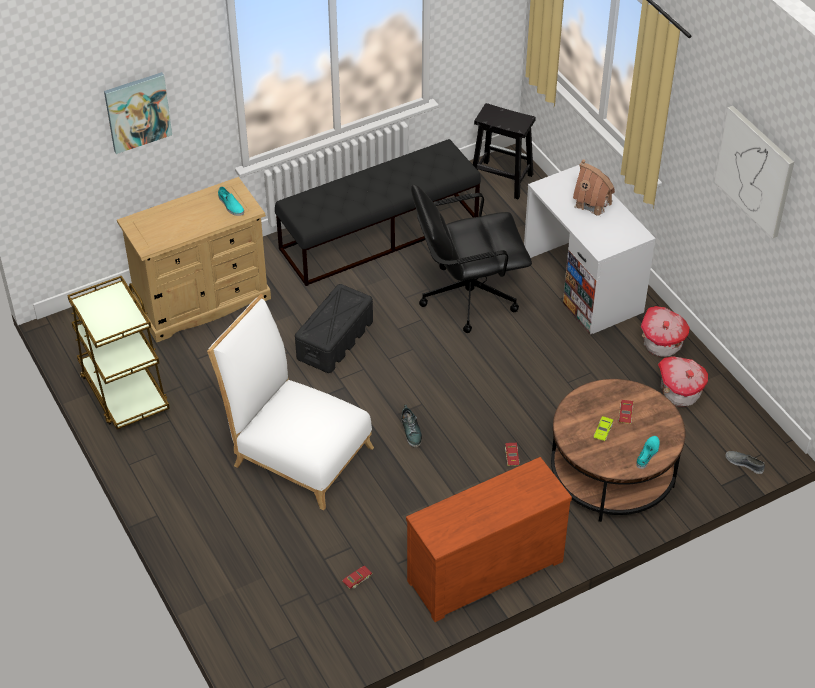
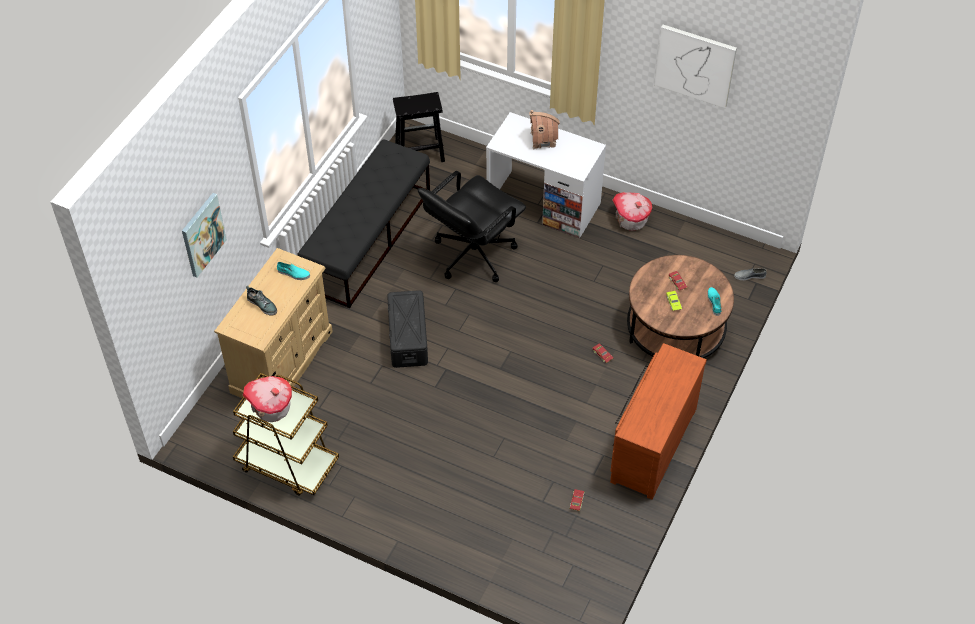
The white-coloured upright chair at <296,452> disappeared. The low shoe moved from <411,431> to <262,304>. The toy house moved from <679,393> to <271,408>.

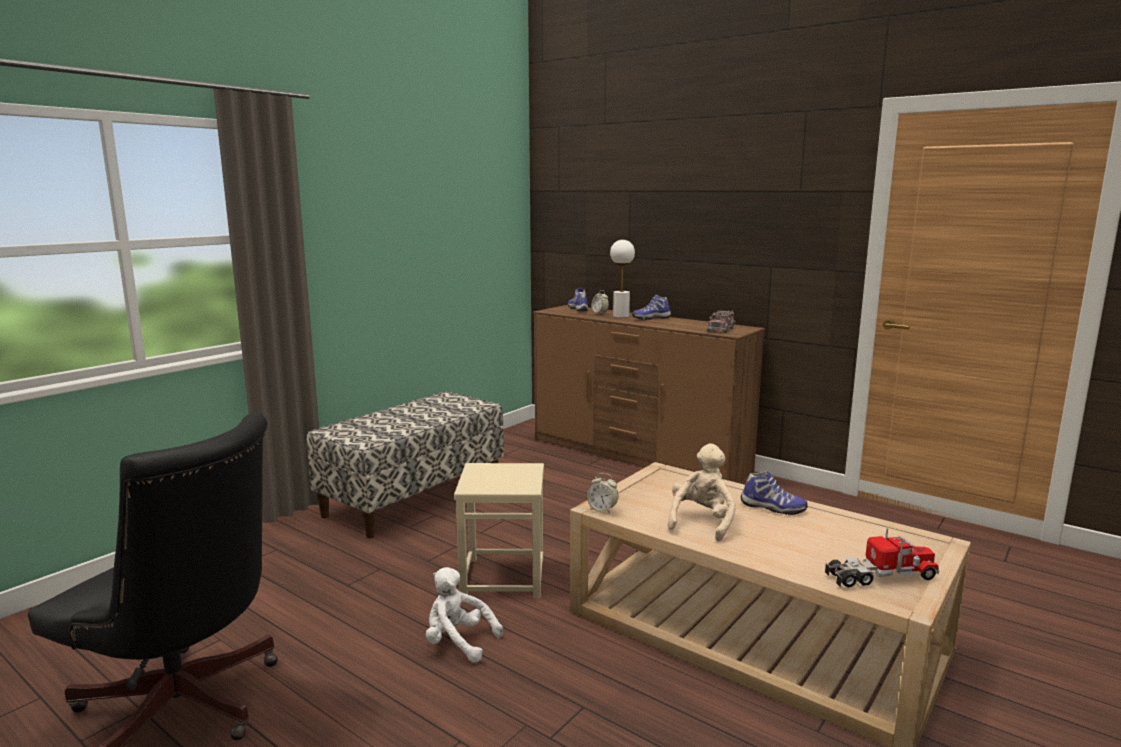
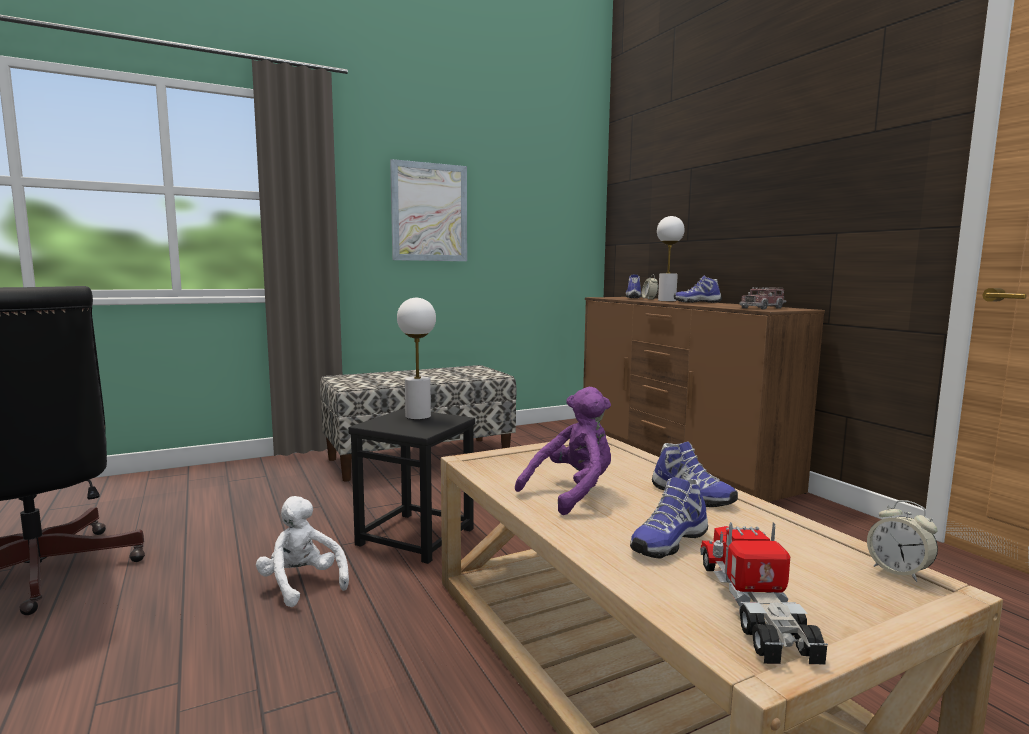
The beige-coloured stool seat at <503,577> became the black-coloured stool seat at <416,536>. The alarm clock moved from <602,509> to <898,571>. The beige-coloured plush toy at <702,522> became the purple plush toy at <572,493>. The toy lorry at <880,576> turned 105 degrees counterclockwise. The picture at <429,212> appeared. The white-coloured lamp for a table at <417,416> appeared. The low shoe at <667,542> appeared.

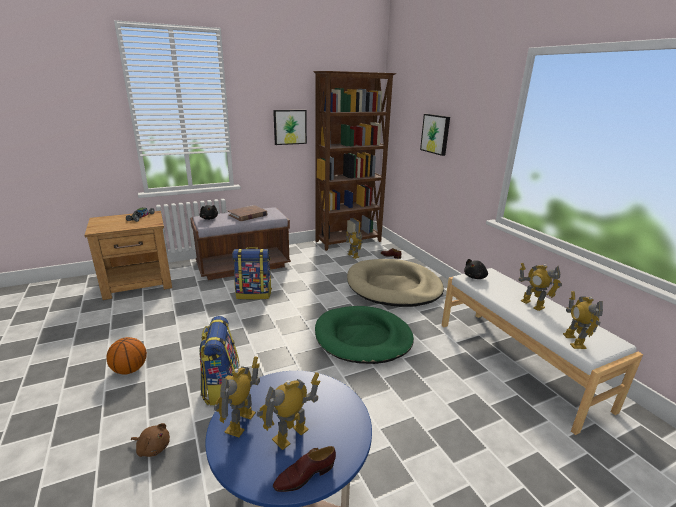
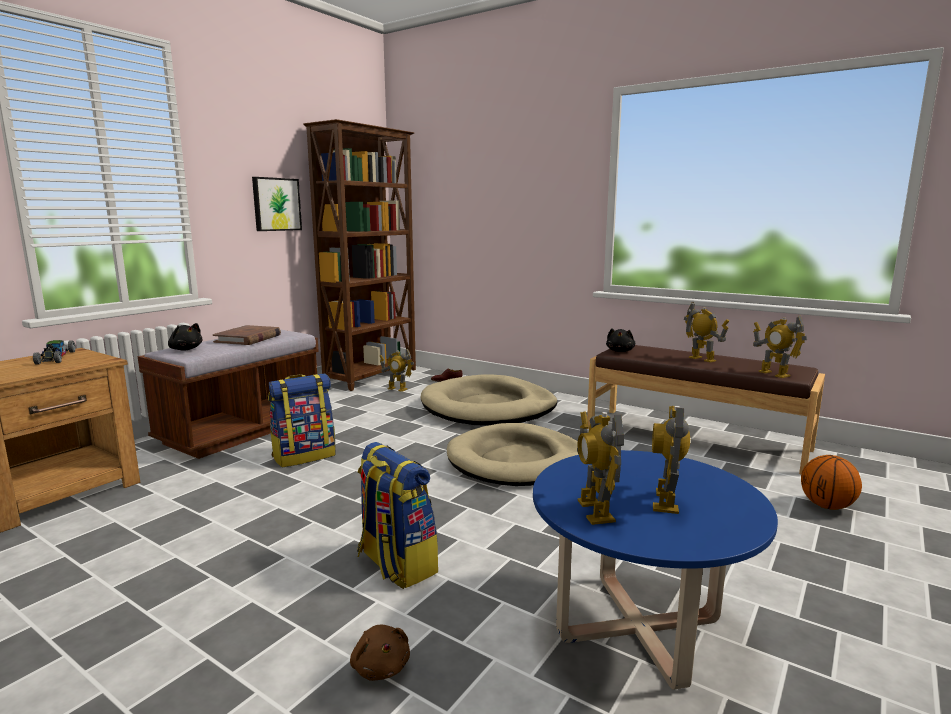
The basketball moved from <130,369> to <826,506>. The brownish plush toy at <153,447> turned 75 degrees clockwise. The brownish low shoe at <304,475> disappeared. The green-coloured pet bed at <363,338> became the beige-coloured pet bed at <517,461>. The picture at <435,134> disappeared. The white-coloured long seat at <518,362> became the brownish long seat at <695,438>. The robot figure at <532,304> turned 150 degrees counterclockwise.

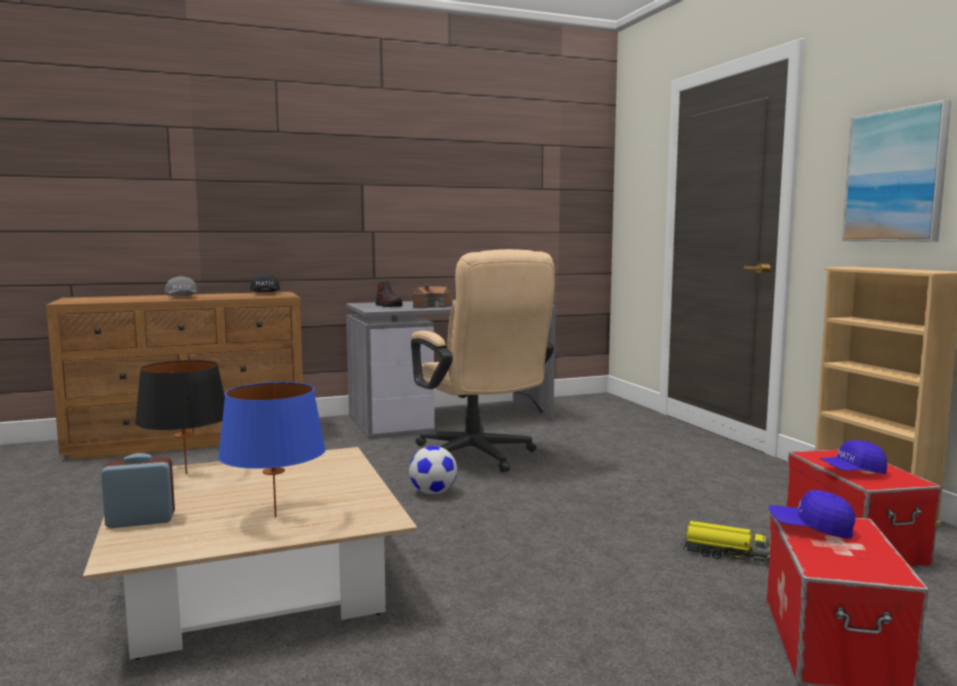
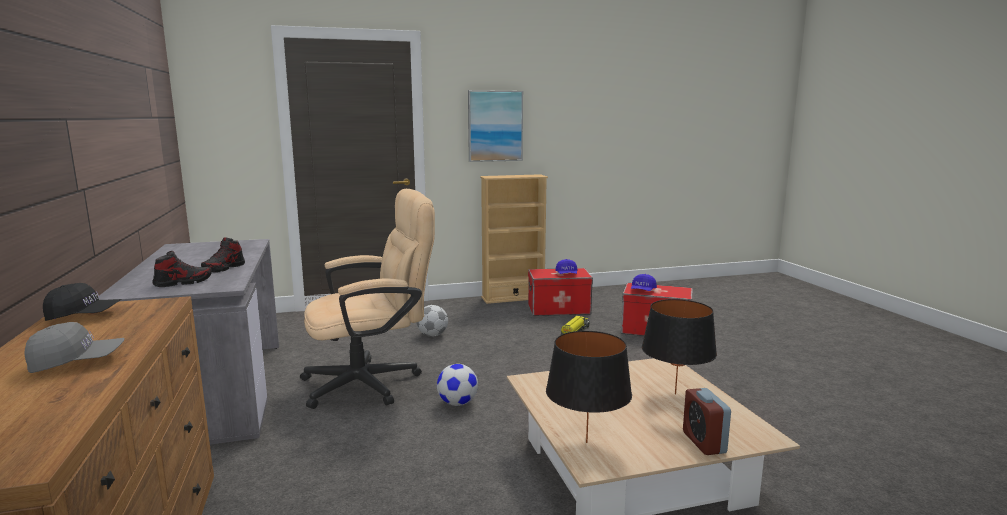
The bluish lamp for a table at <275,517> became the black-coloured lamp for a table at <675,394>. The toy house at <432,306> was replaced by the low shoe at <224,268>. The football ball at <432,335> appeared.

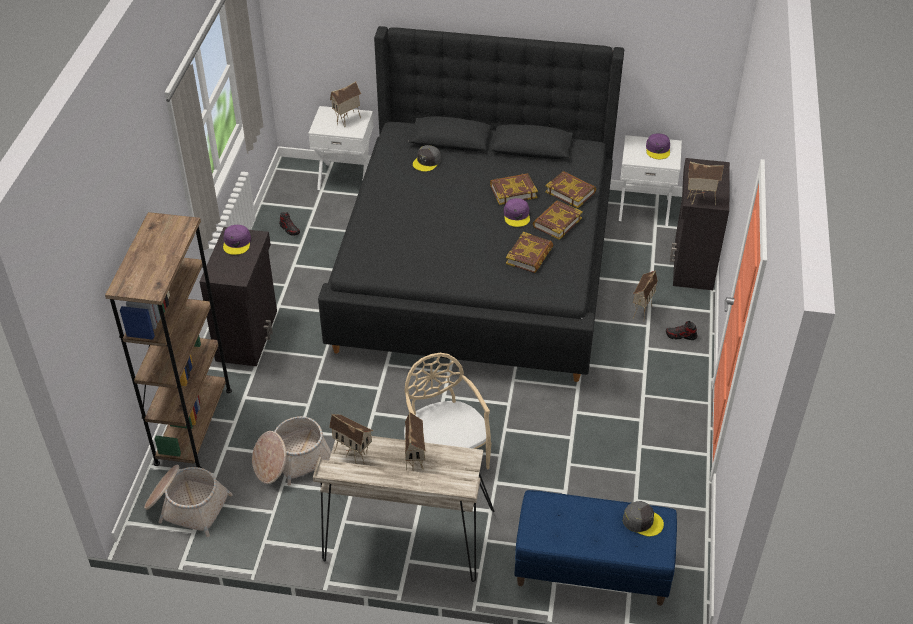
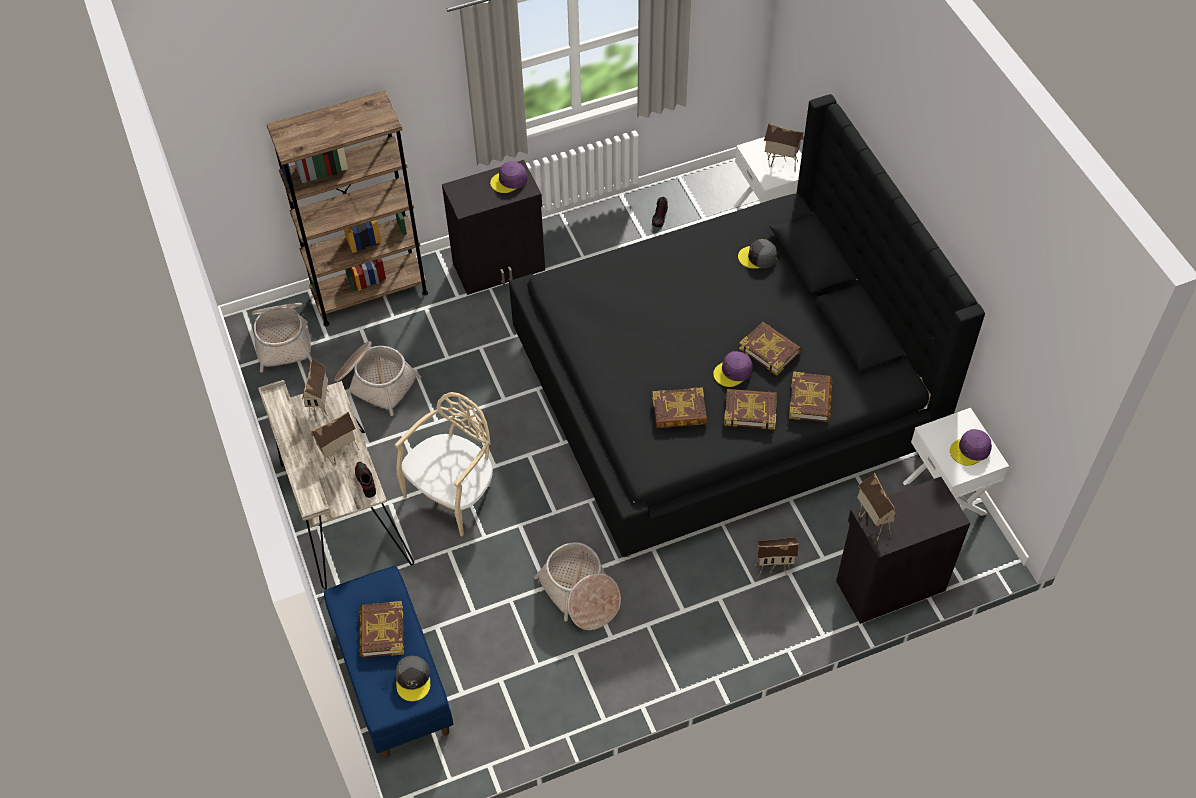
The low shoe moved from <681,336> to <366,482>. The book at <381,632> appeared. The storage basket at <580,593> appeared.

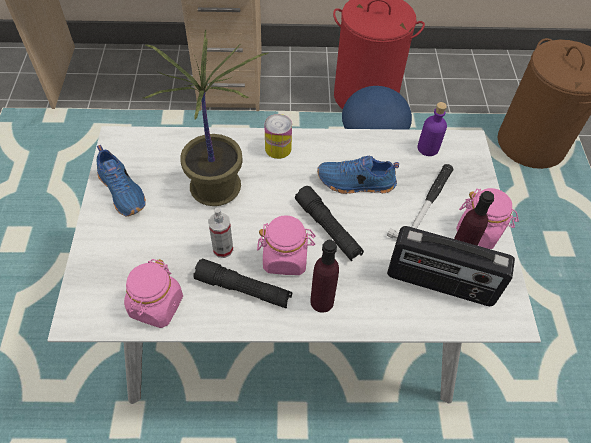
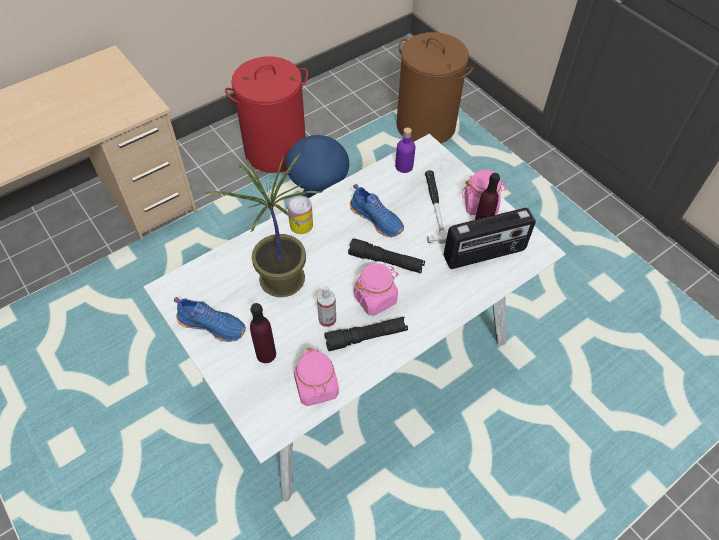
The purple bottle moved from <322,301> to <266,354>. The bluish low shoe at <355,183> turned 105 degrees counterclockwise.

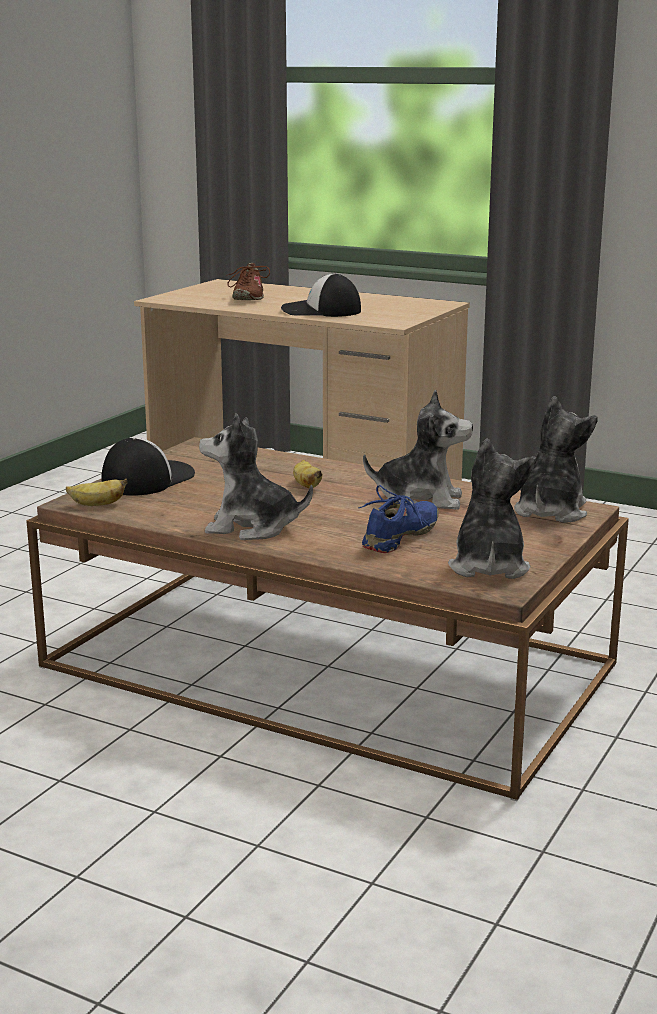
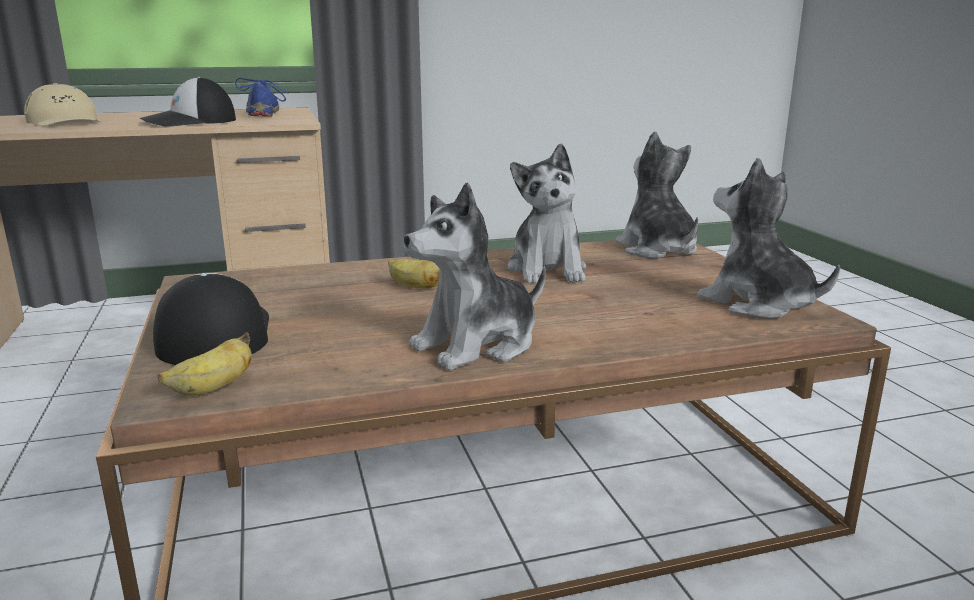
The brownish low shoe at <248,297> was replaced by the beige-coloured peaked cap at <65,122>. The bluish low shoe moved from <401,537> to <264,114>. The plush toy at <420,500> turned 120 degrees clockwise.

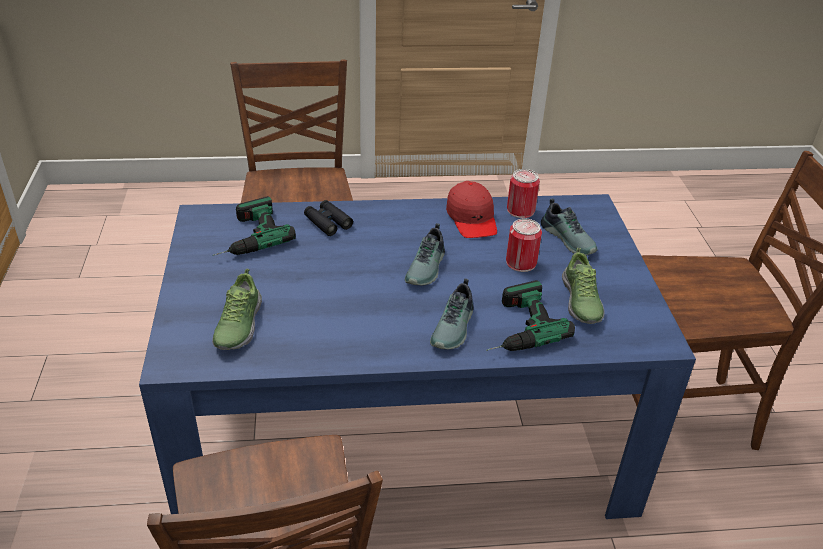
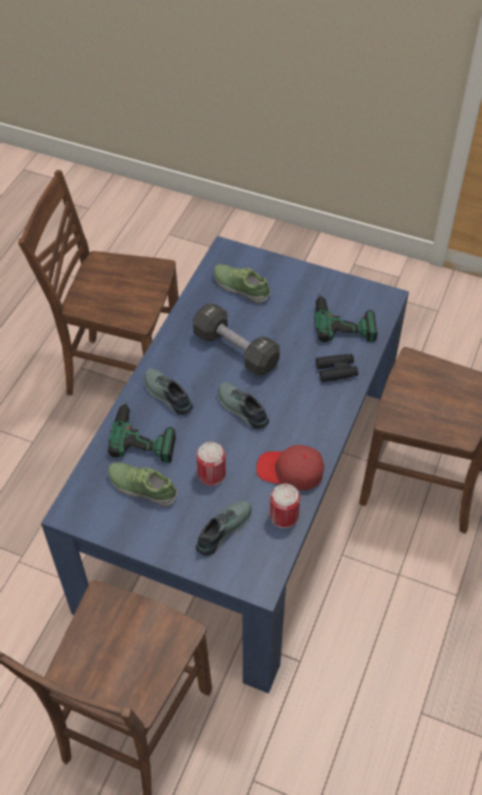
The low shoe at <569,238> turned 135 degrees clockwise. The black-coloured free weight at <236,350> appeared.

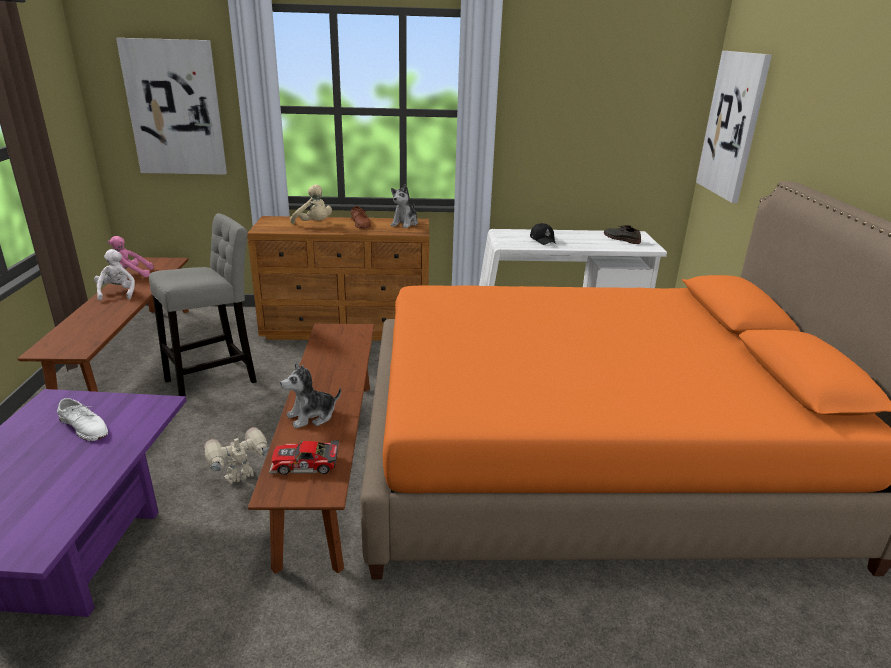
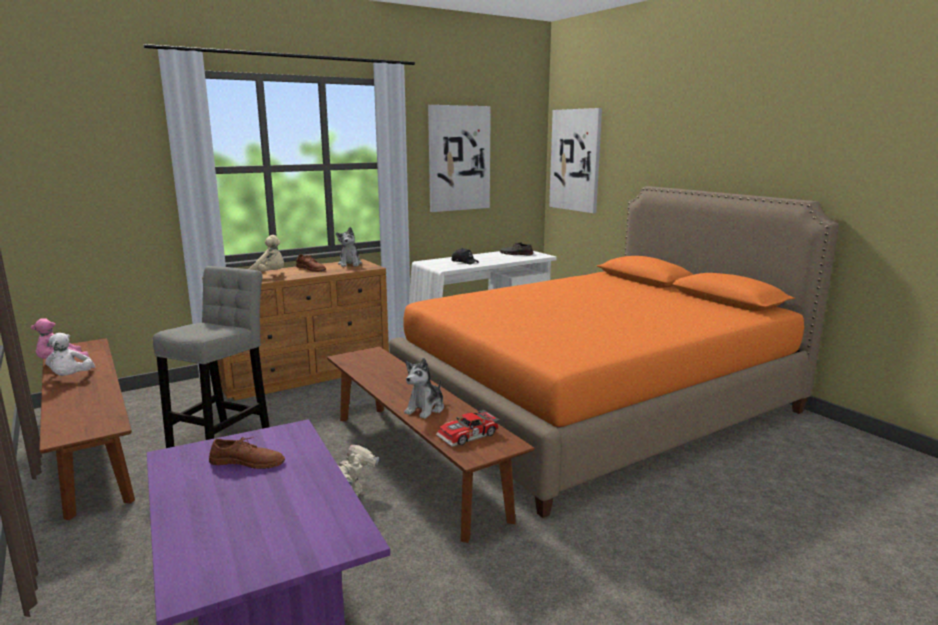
The white-coloured low shoe at <84,426> became the brownish low shoe at <247,461>. The white-coloured plush toy at <117,293> turned 150 degrees counterclockwise. The picture moved from <175,108> to <459,158>.

